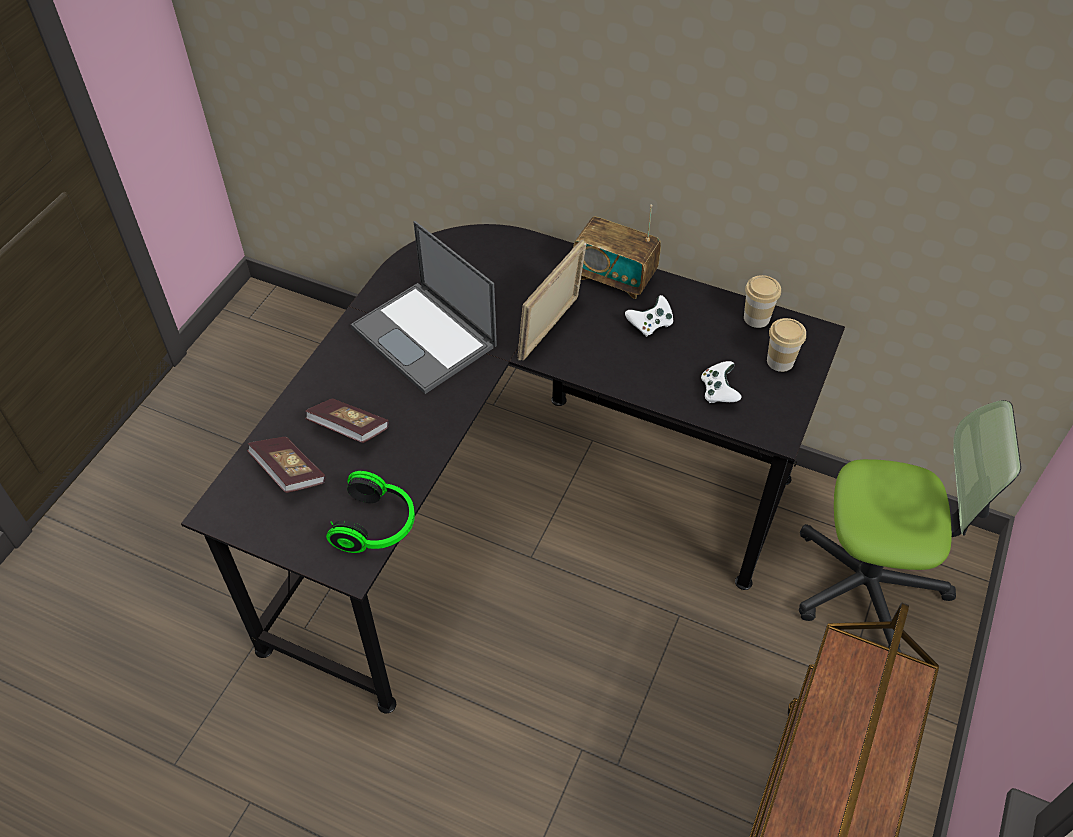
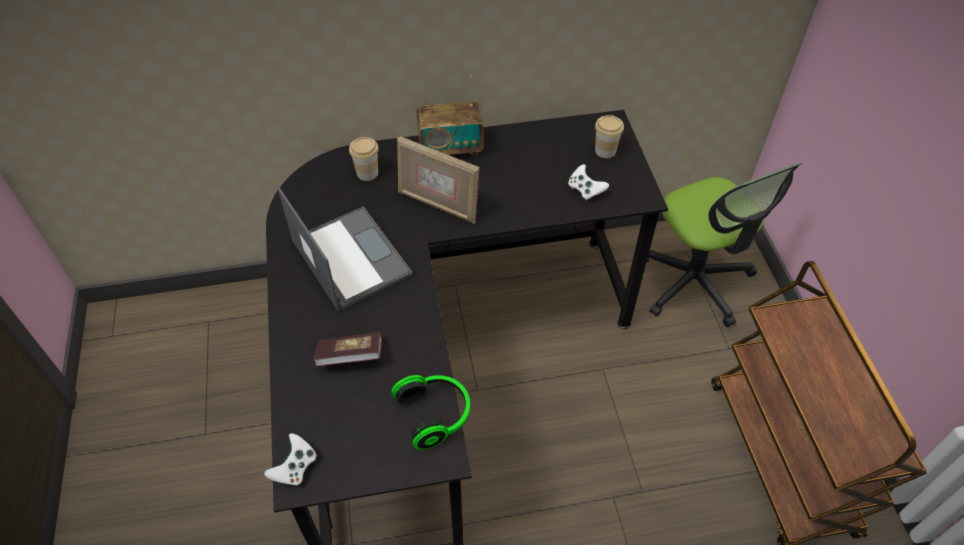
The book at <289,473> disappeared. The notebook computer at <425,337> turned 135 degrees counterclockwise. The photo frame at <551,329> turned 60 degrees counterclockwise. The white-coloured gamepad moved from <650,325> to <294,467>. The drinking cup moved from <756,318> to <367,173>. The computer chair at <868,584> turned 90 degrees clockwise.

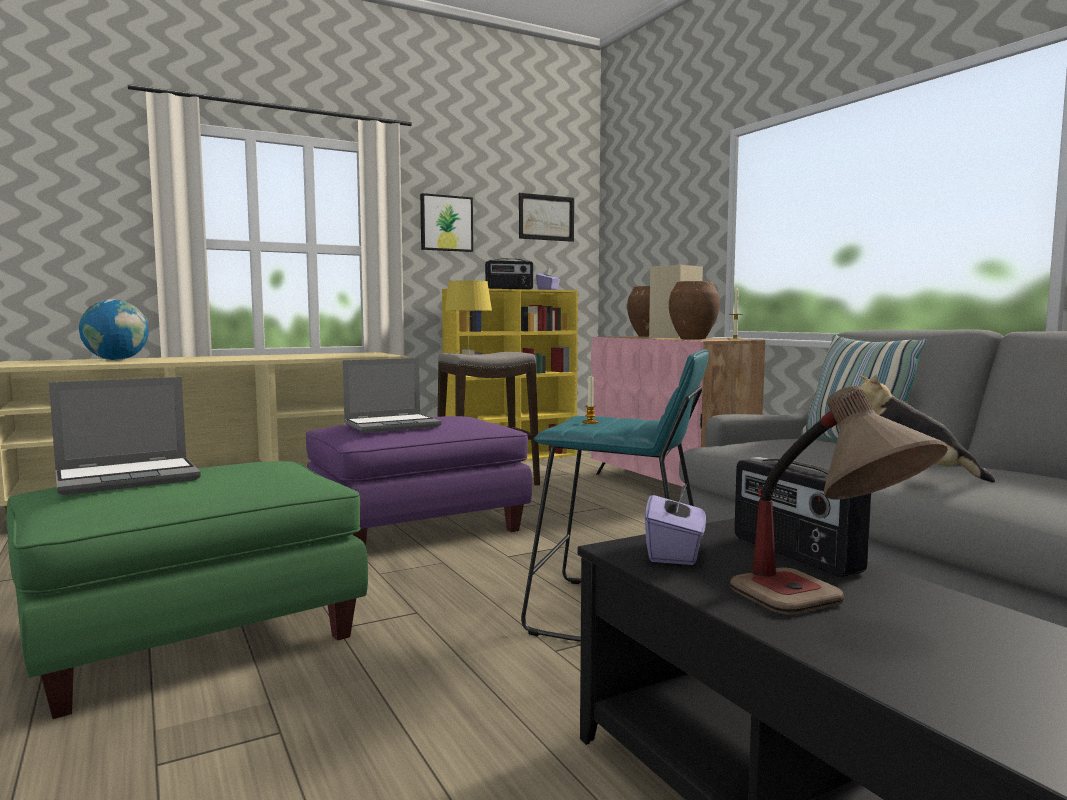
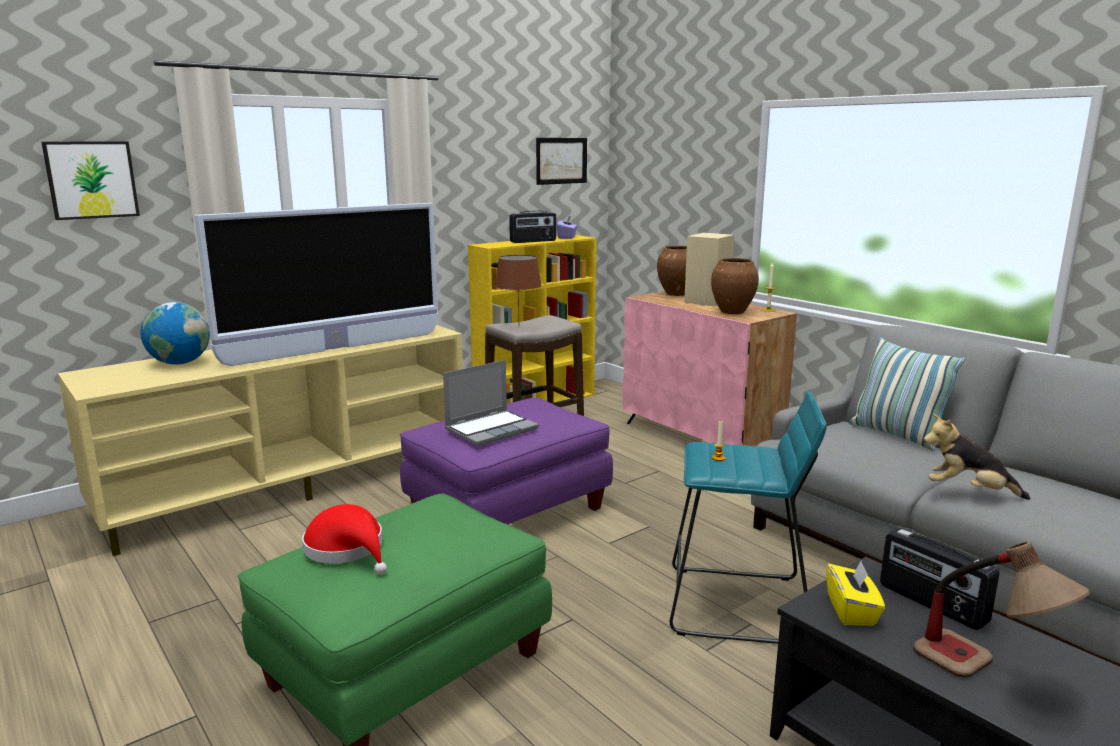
The notebook computer at <130,478> was replaced by the red clothing hat at <348,549>. The picture moved from <446,223> to <91,179>. The yellow lamp for a table at <469,353> became the brownish lamp for a table at <519,326>. The purple box of tissues at <675,553> became the yellow box of tissues at <852,611>. The television at <335,349> appeared.

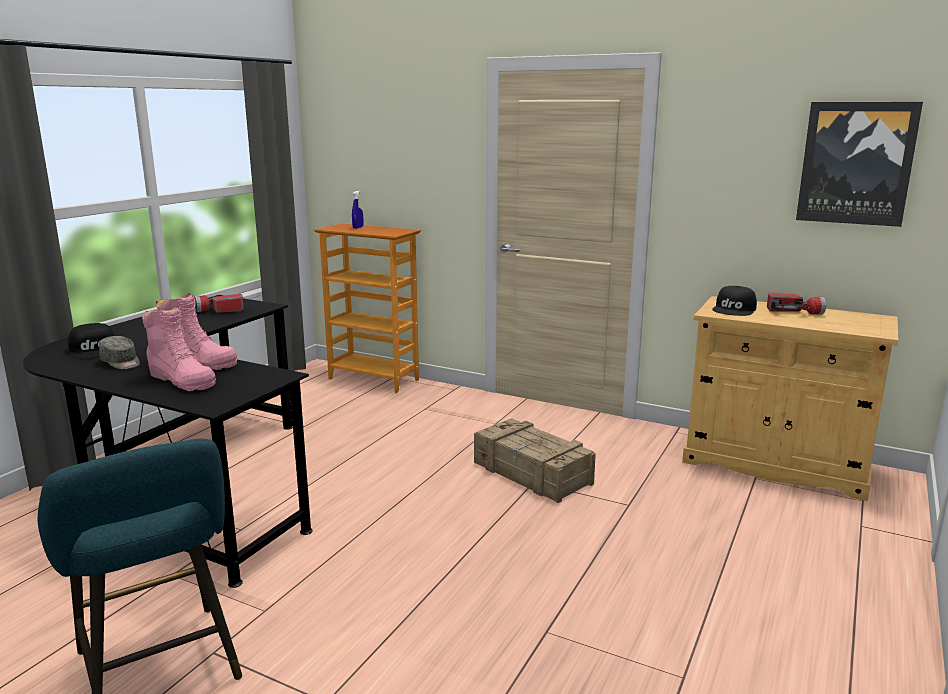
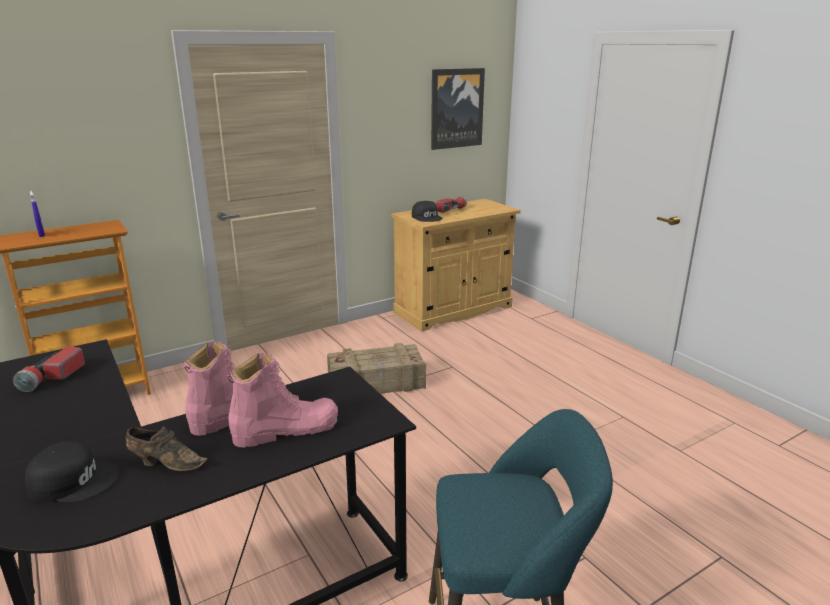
The greyish peaked cap at <121,362> was replaced by the brownish low shoe at <166,463>.

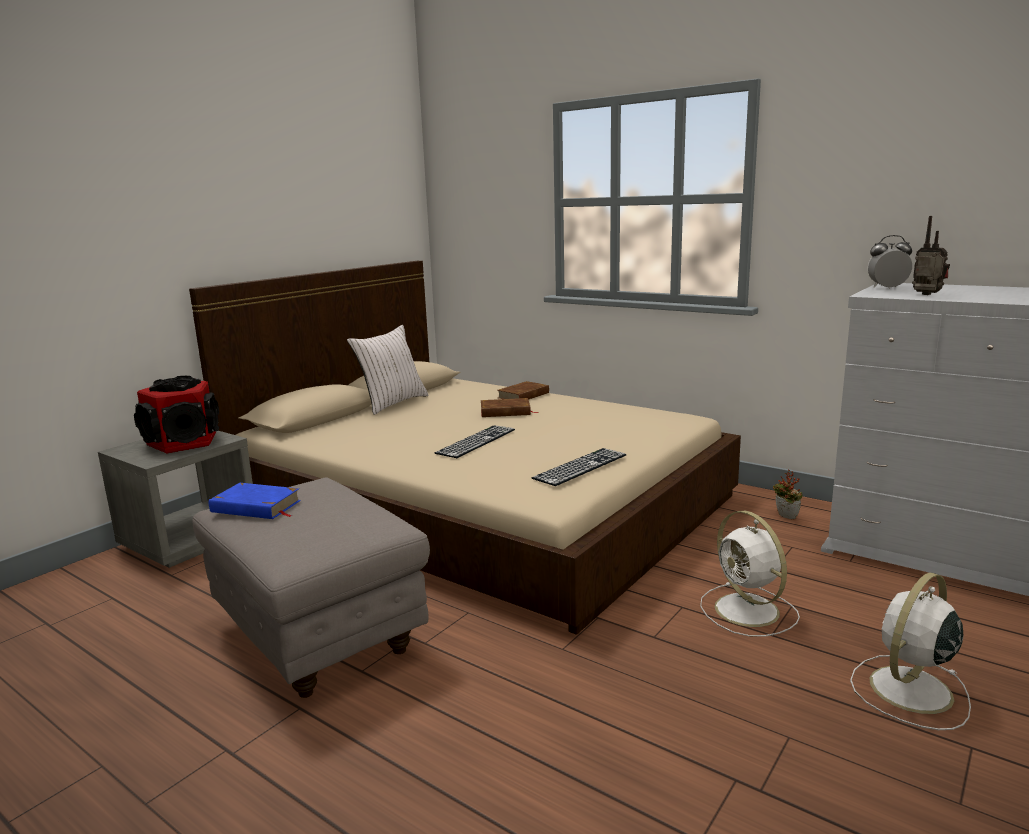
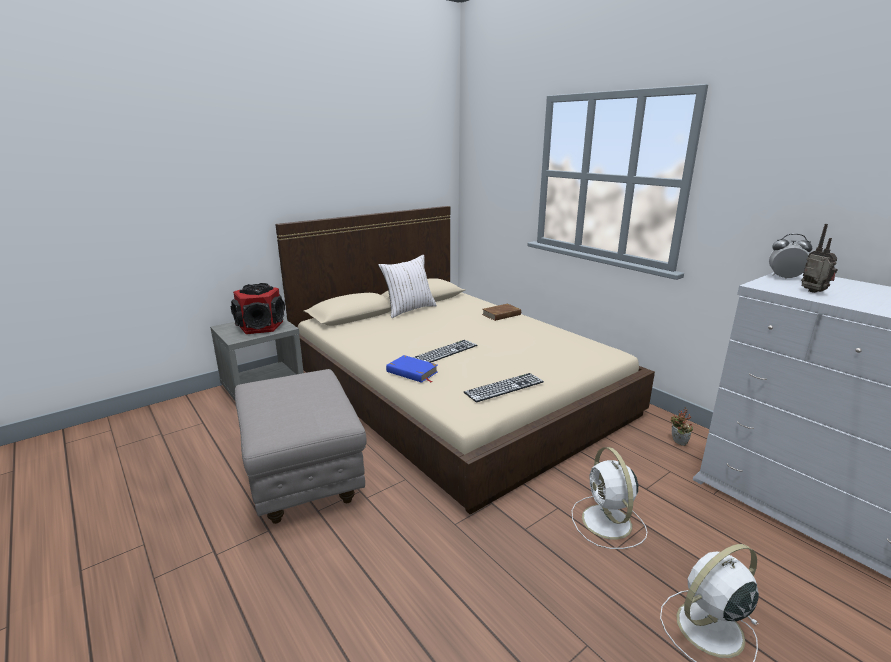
The bluish book moved from <256,507> to <412,372>. The brownish book at <505,412> disappeared.

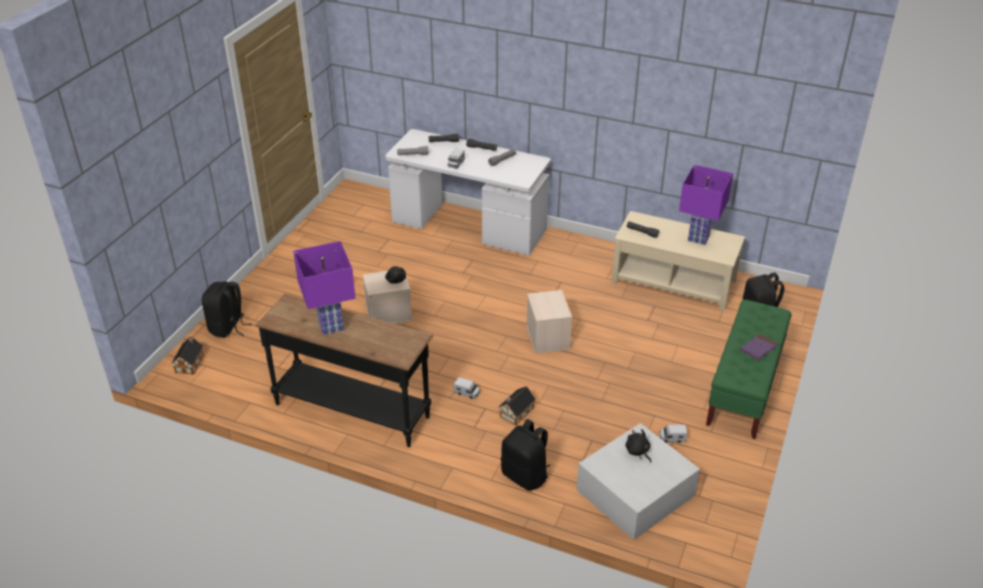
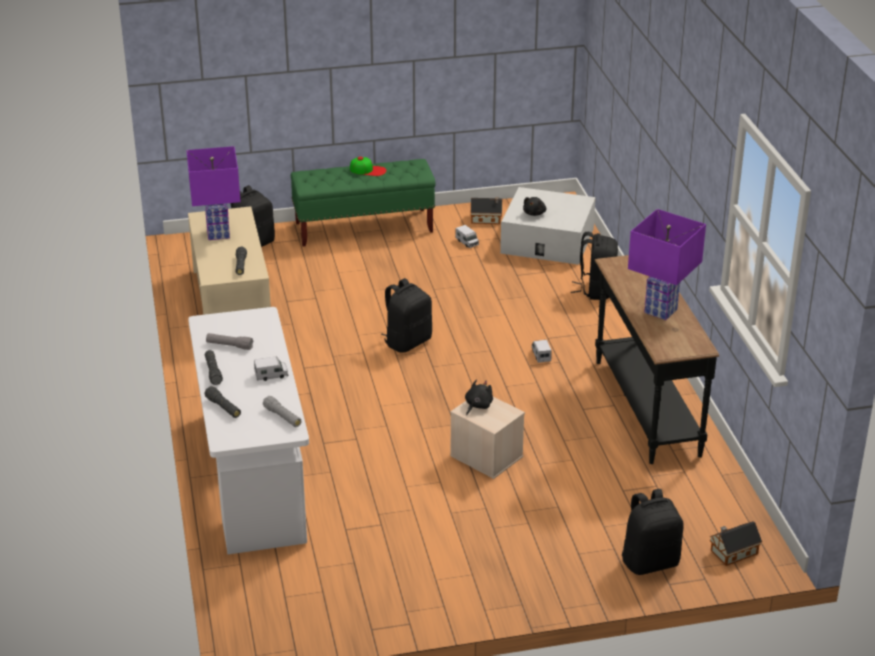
The toy house moved from <515,413> to <487,219>. The beige-coloured storage box at <548,337> was replaced by the black-coloured rucksack at <407,341>. The purple book at <758,348> was replaced by the peaked cap at <368,170>.

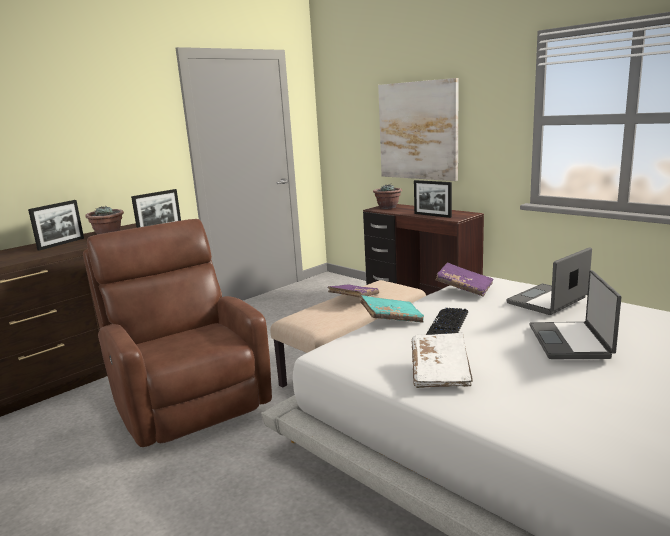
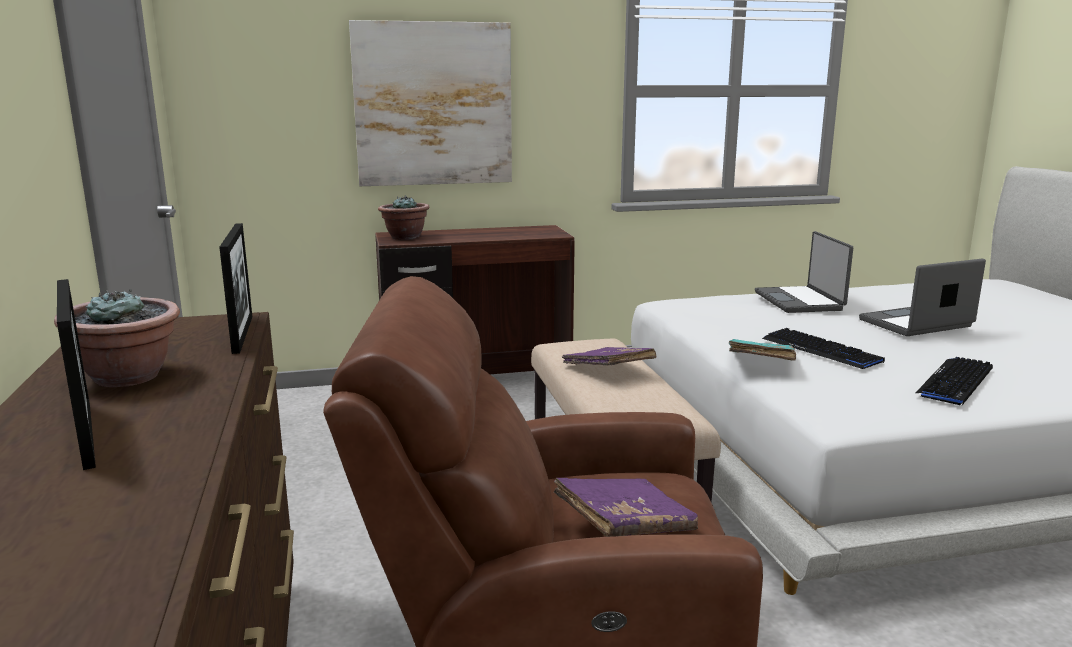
The white-coloured book at <440,371> was replaced by the keyboard at <955,382>. The photo frame at <432,215> disappeared. The purple book moved from <464,288> to <625,525>. The notebook computer at <571,342> turned 120 degrees clockwise.

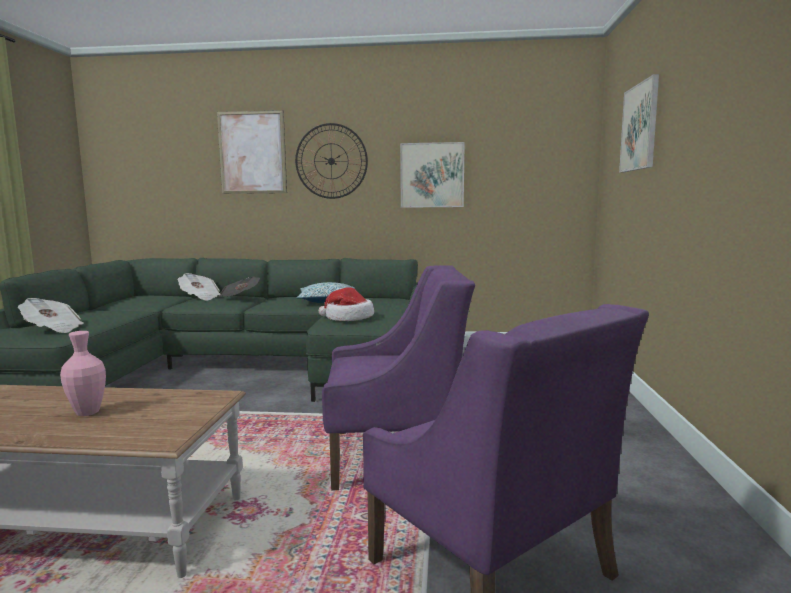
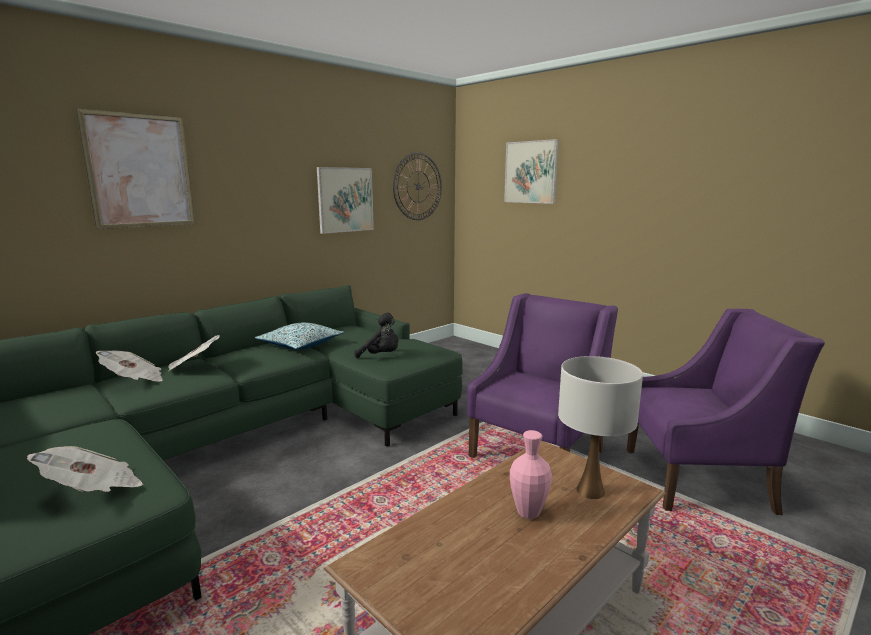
The clock on the wall moved from <331,161> to <418,186>. The clothing hat at <348,318> was replaced by the black-coloured plush toy at <381,356>. The white-coloured lamp for a table at <590,491> appeared.

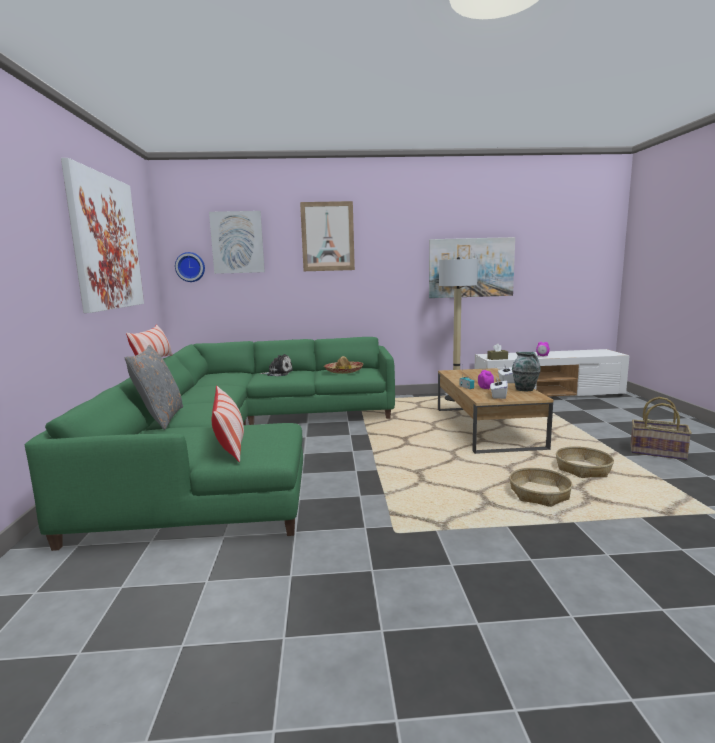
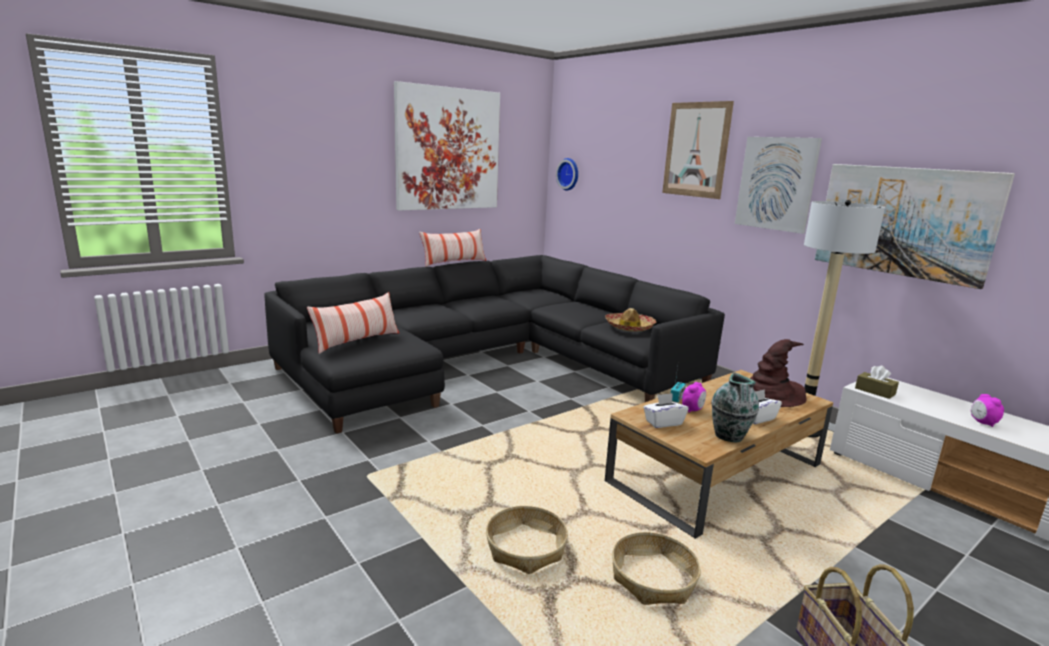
The green-coloured settee at <243,443> became the black-coloured settee at <490,362>. The greyish cushion at <160,418> disappeared. The picture moved from <237,242> to <776,183>. The plush toy at <278,373> disappeared. The brownish clothing hat at <772,394> appeared.

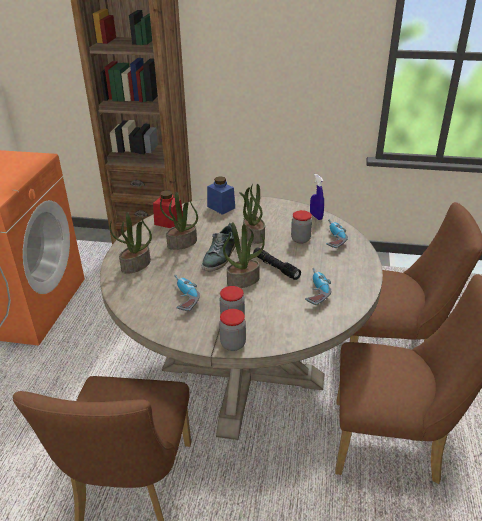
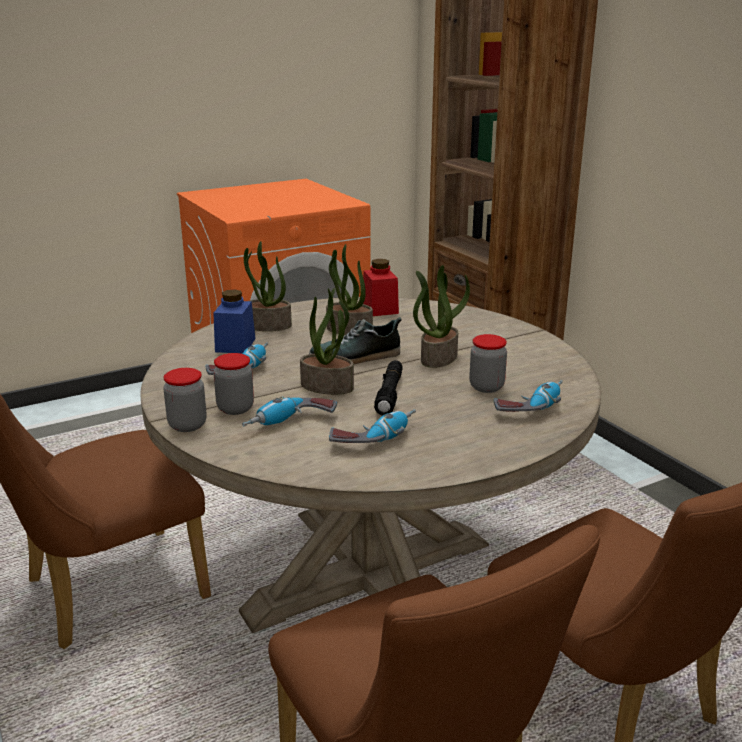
The bluish preserve jar moved from <221,207> to <235,345>. The bluish hand sprayer at <316,216> disappeared. The power drill at <290,424> appeared.

